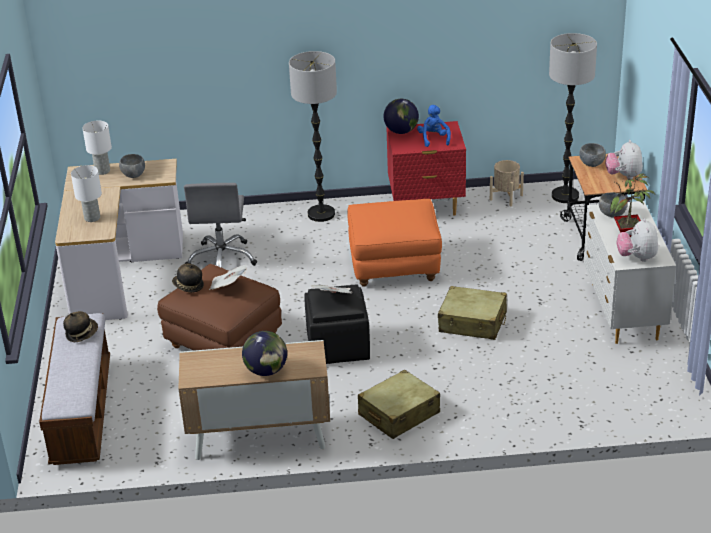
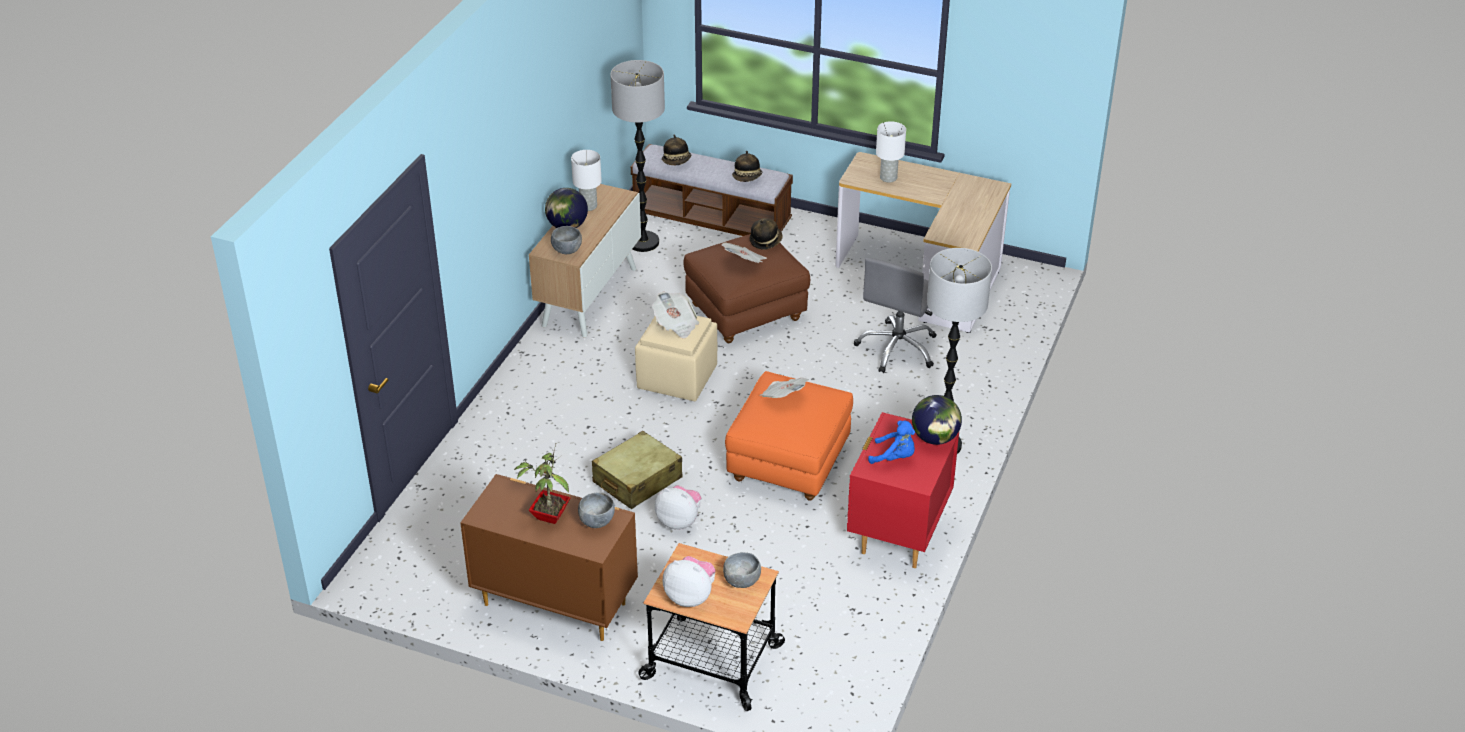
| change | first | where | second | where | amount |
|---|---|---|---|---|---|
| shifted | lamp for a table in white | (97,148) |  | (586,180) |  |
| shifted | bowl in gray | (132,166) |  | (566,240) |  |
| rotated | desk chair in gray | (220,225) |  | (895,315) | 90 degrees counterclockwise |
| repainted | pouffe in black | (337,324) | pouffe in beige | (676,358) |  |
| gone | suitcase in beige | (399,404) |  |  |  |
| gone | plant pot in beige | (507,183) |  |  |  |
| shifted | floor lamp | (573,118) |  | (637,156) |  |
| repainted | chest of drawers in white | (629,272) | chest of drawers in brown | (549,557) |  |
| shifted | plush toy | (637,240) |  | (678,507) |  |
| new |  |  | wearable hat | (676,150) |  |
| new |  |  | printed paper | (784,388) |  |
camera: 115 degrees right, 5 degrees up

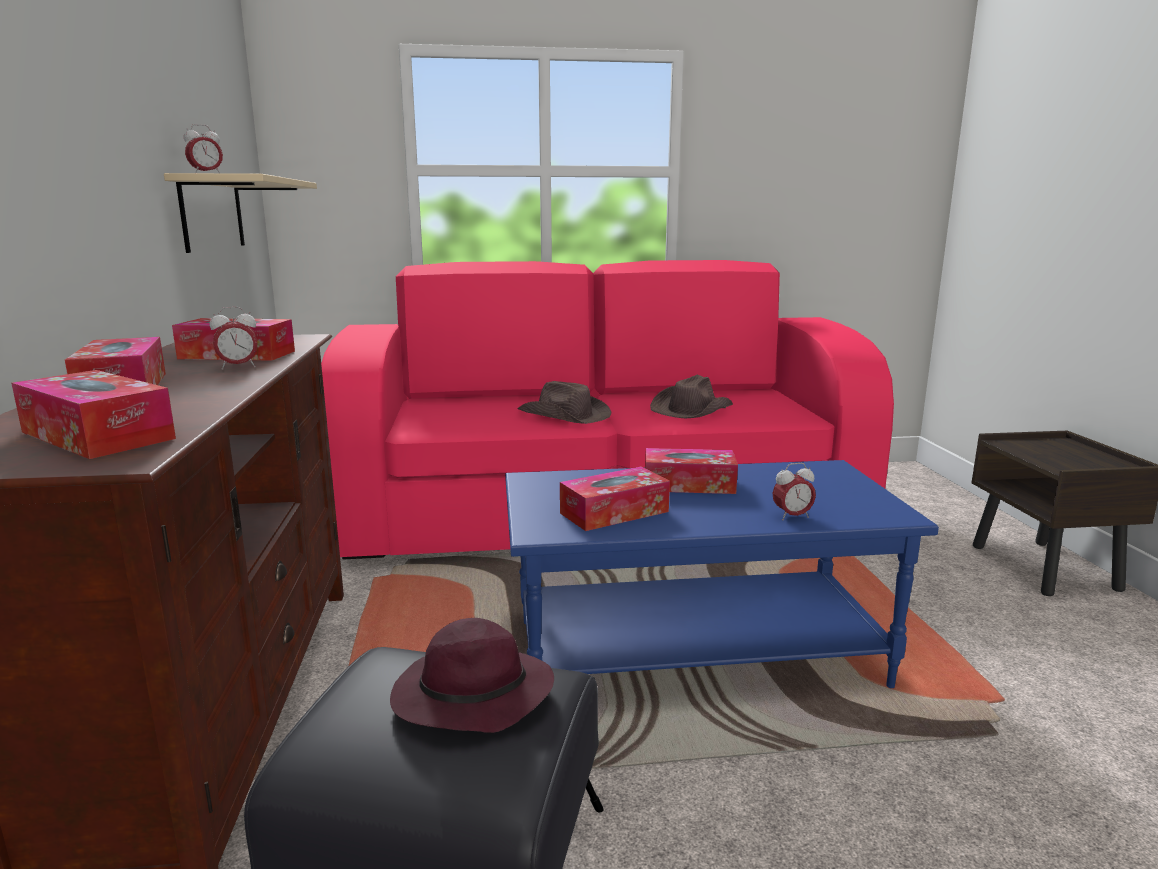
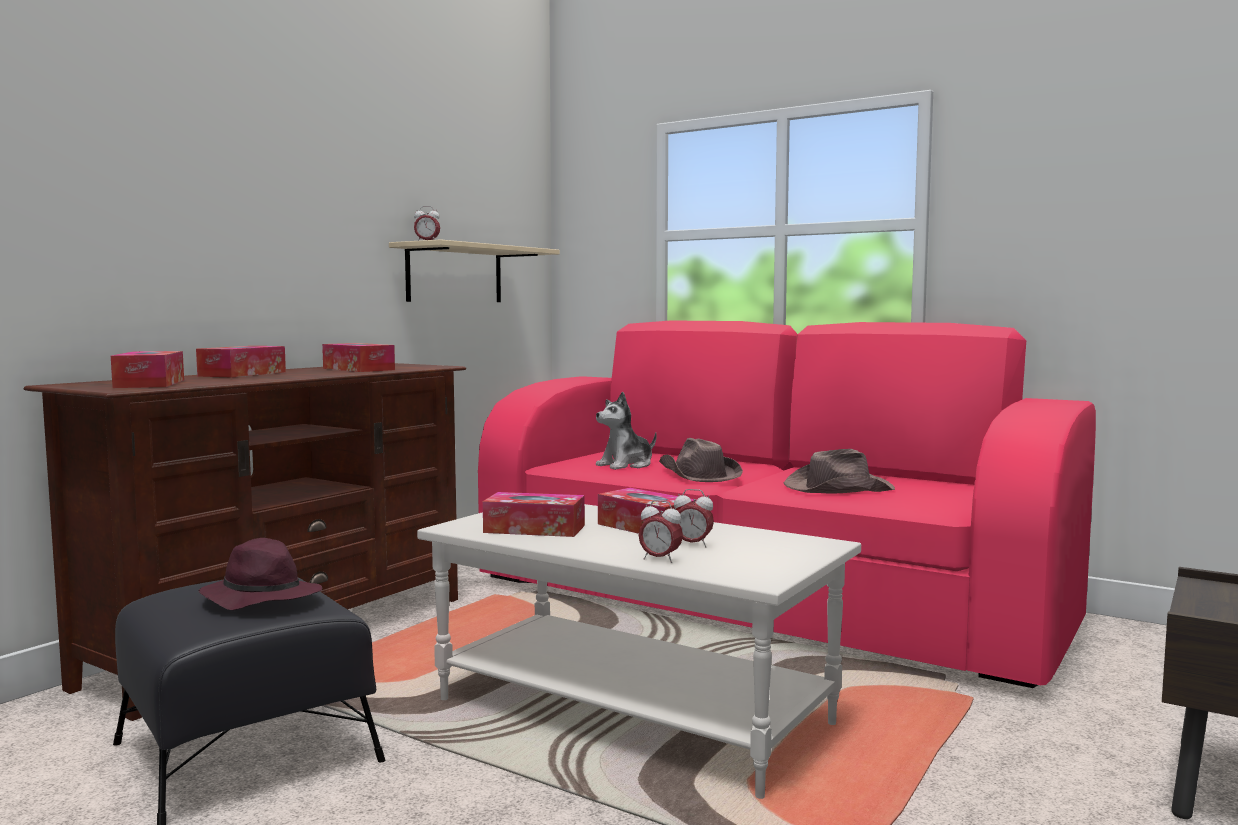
| change | first | where | second | where | amount |
|---|---|---|---|---|---|
| shifted | table clock | (234,338) |  | (694,518) |  |
| repainted | low table in blue-coloured | (722,574) | low table in white | (639,651) |  |
| new |  |  | plush toy | (626,431) |  |
camera: 40 degrees right, 10 degrees down

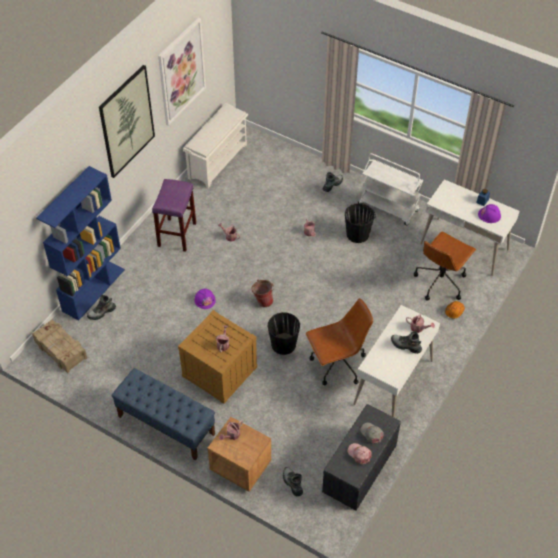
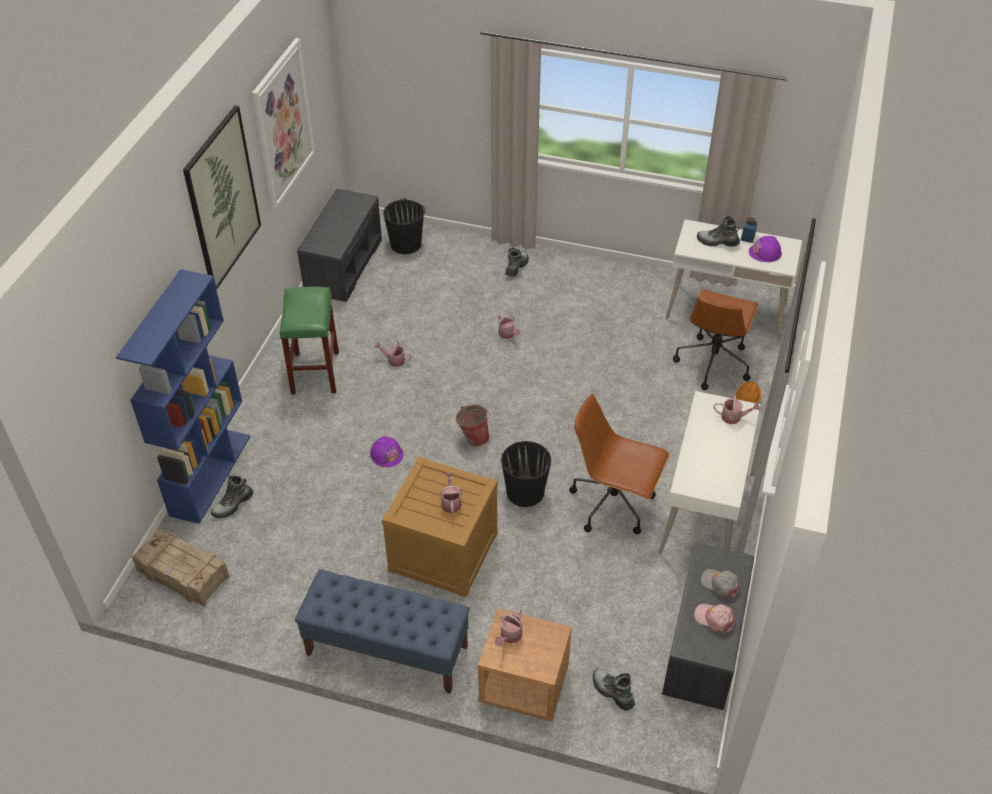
| change | first | where | second | where | amount |
|---|---|---|---|---|---|
| repainted | stool seat in purple | (174,215) | stool seat in greenish | (309,341) |  |
| swapped | shoe rack in white | (215,145) | bench in gray | (339,245) |  |
| rotated | desk chair in brown | (339,341) |  | (619,464) | 120 degrees counterclockwise |
| shifted | pail in black | (360,223) |  | (404,226) |  |
| gone | wheeled cart in white | (390,189) |  |  |  |
| shifted | high-top boot | (406,342) |  | (718,231) |  |
camera: 15 degrees left, 5 degrees down

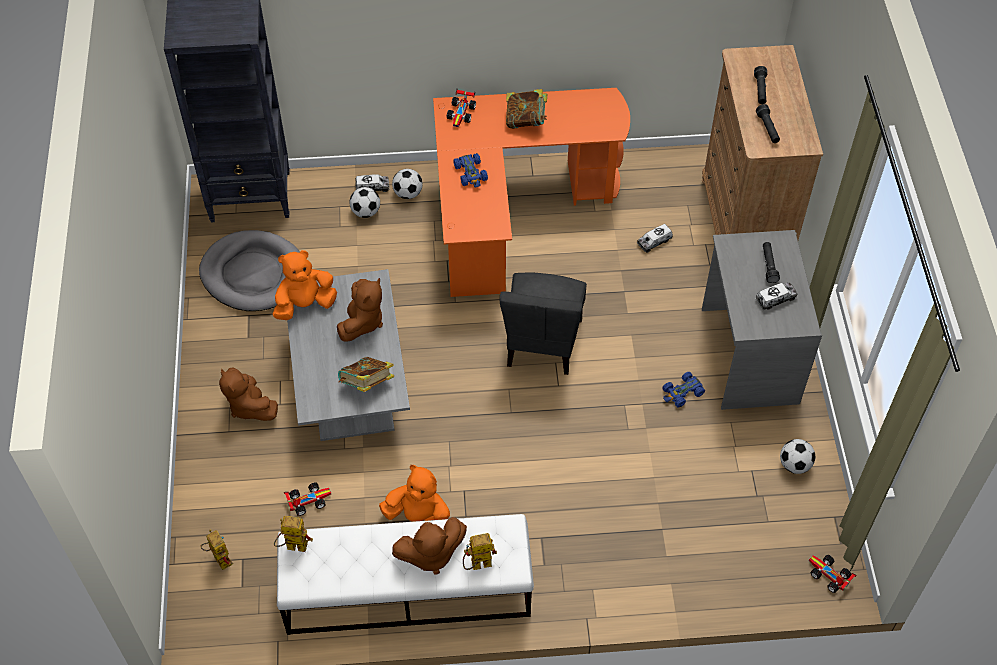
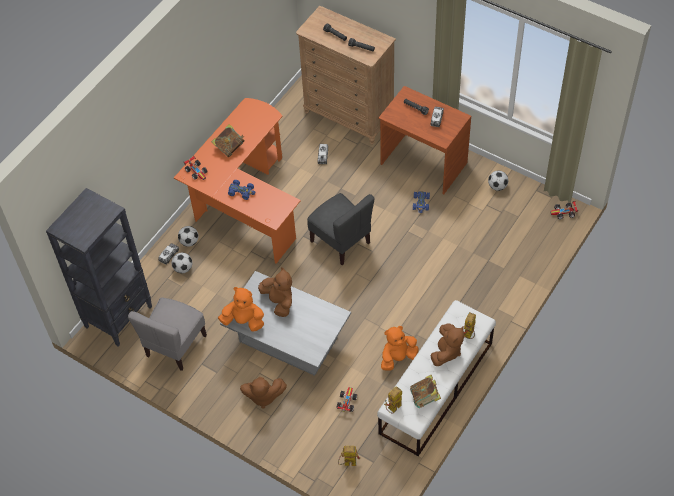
| change | first | where | second | where | amount |
|---|---|---|---|---|---|
| swapped | pet bed in gray | (249,270) | chair in gray | (167,334) |  |
| rotated | plush toy in orange | (305,285) |  | (241,309) | 90 degrees clockwise |
| shifted | volume | (366,374) |  | (425,391) |  |
| repainted | desk in gray | (762,320) | desk in brown | (424,140) |  |
camera: 50 degrees left, 0 degrees up

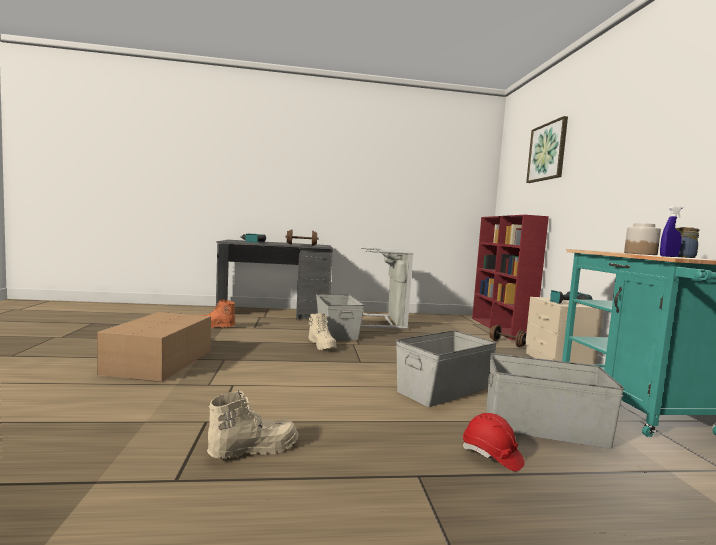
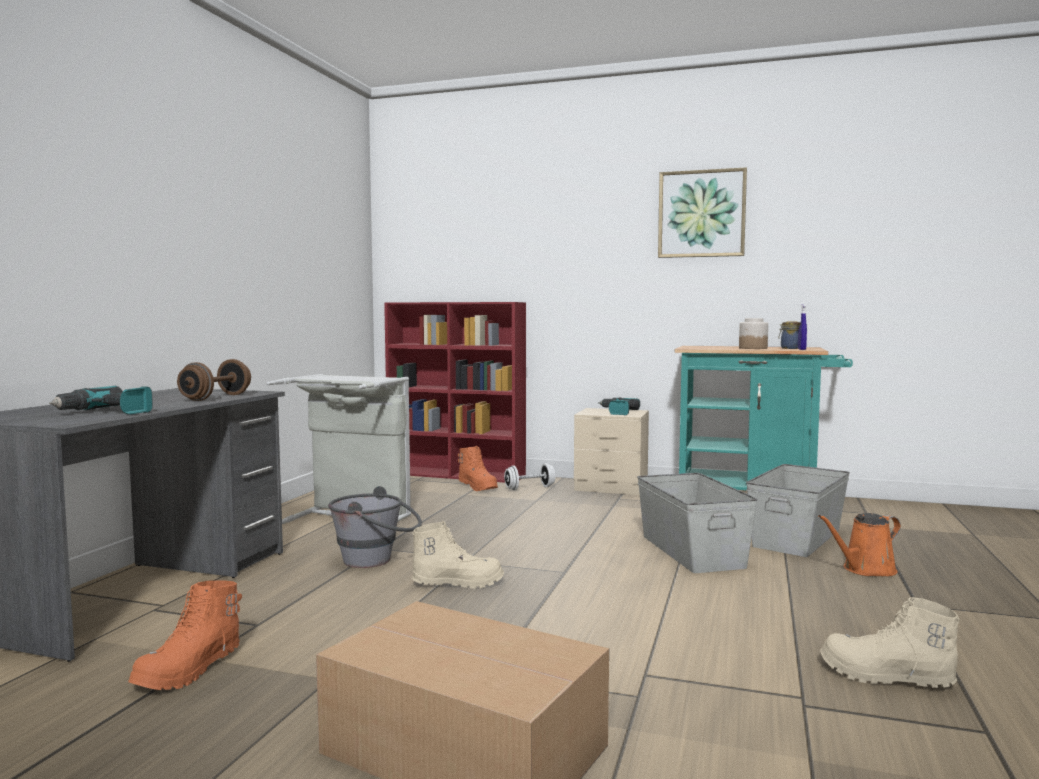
| change | first | where | second | where | amount |
|---|---|---|---|---|---|
| rotated | high-top boot in beige | (252,424) |  | (890,642) | 60 degrees counterclockwise |
| swapped | storage container in gray | (340,317) | pail in gray | (375,527) |  |
| swapped | safety helmet in red | (494,442) | watering can in orange | (859,544) |  |
| repainted | free weight in brown | (507,336) | free weight in white | (530,476) |  |
| shifted | wall art | (547,149) |  | (702,212) |  |
| new |  |  | high-top boot in orange | (478,468) |  |
camera: 65 degrees left, 0 degrees up

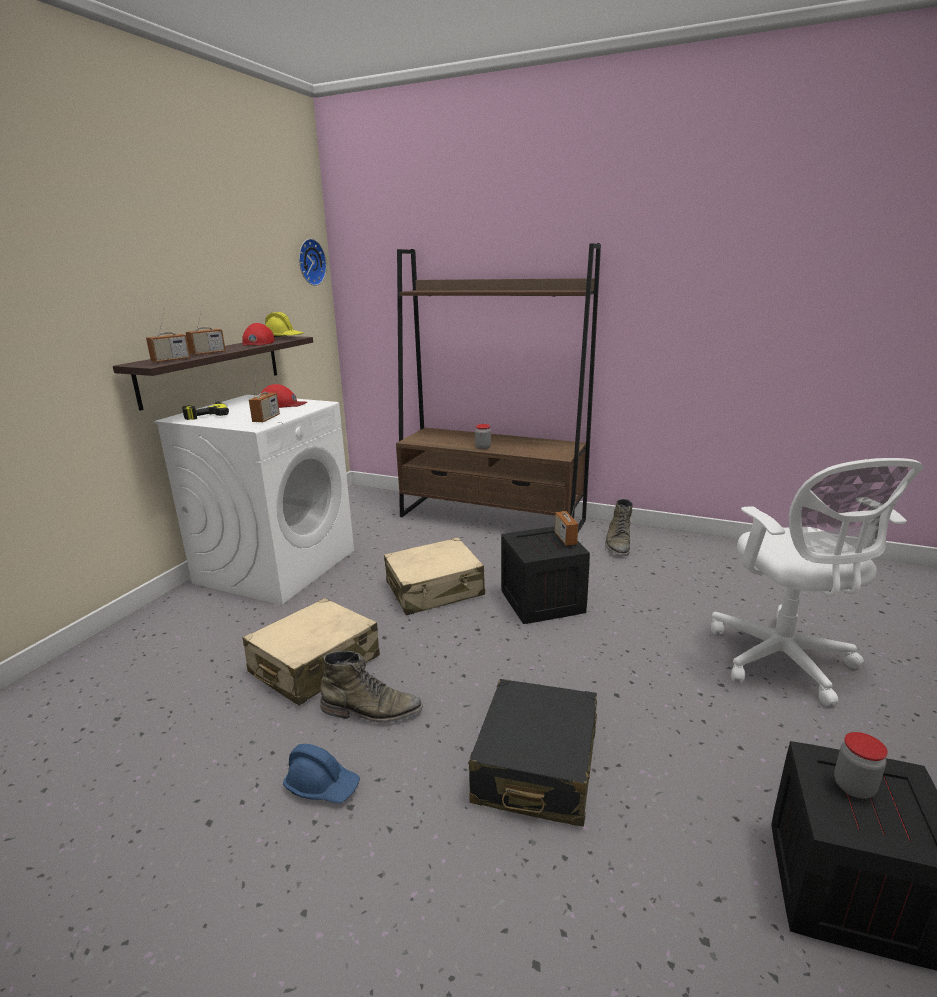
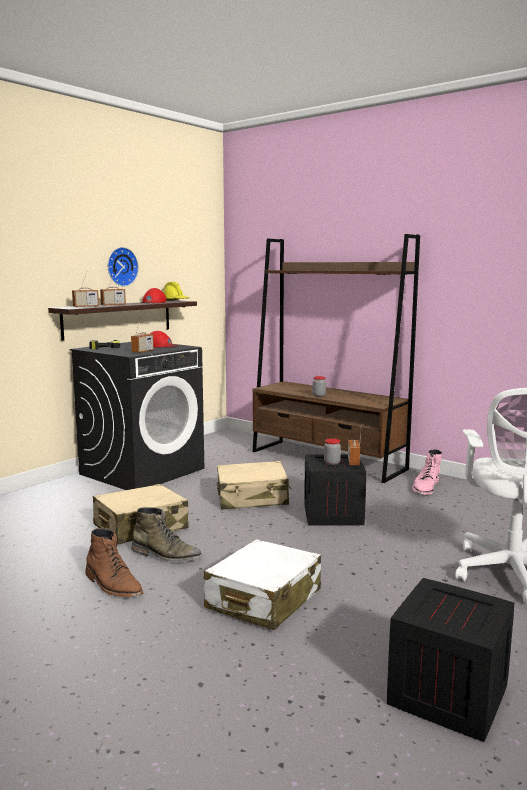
| change | first | where | second | where | amount |
|---|---|---|---|---|---|
| repainted | laundry machine in white | (254,500) | laundry machine in black | (137,416) |  |
| swapped | safety helmet in blue-coloured | (321,773) | high-top boot in brown | (114,562) |  |
| shifted | wall clock | (313,262) |  | (123,267) |  |
| repainted | suitcase in black | (533,753) | suitcase in white | (262,584) |  |
| repainted | high-top boot in greenish | (619,527) | high-top boot in pinkish | (427,472) |  |
| shifted | preserve jar | (861,765) |  | (332,451) |  |
camera: 15 degrees right, 10 degrees down

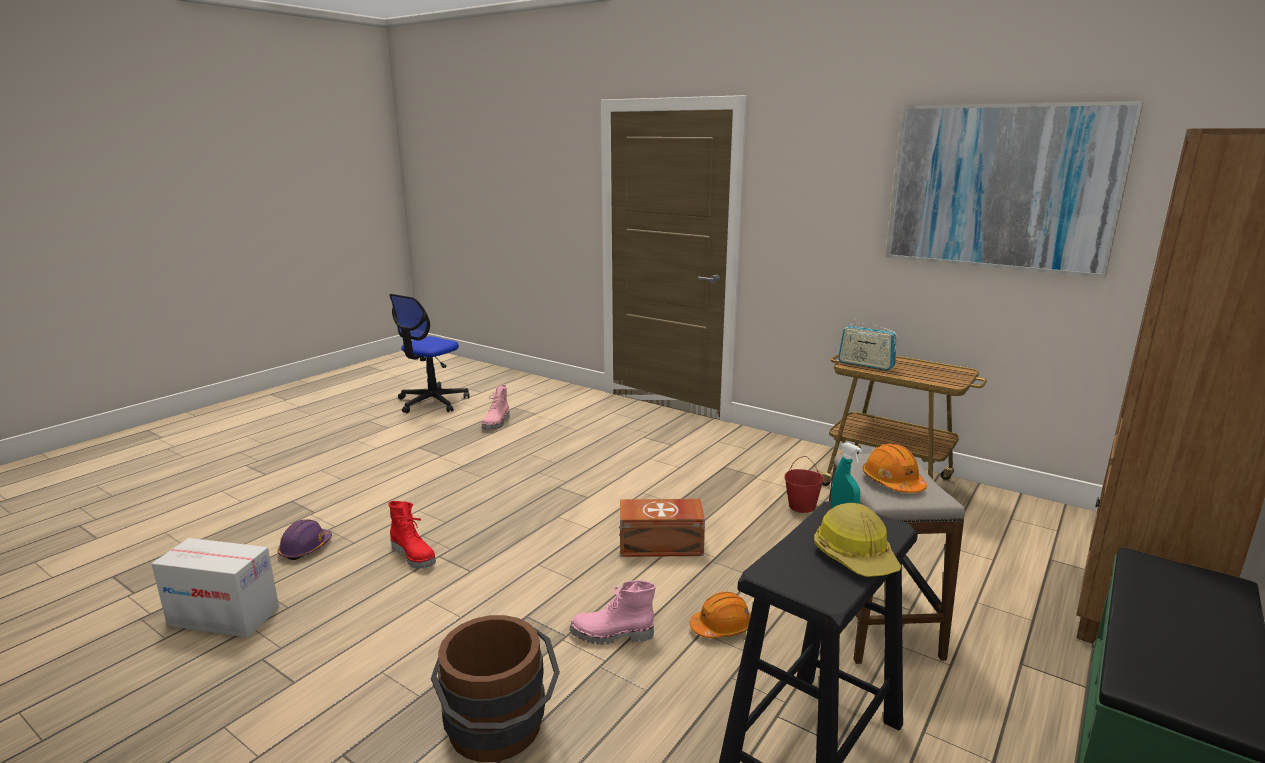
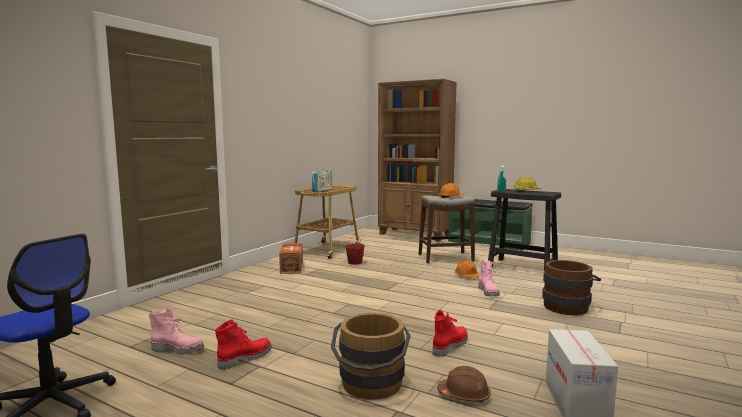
| change | first | where | second | where | amount |
|---|---|---|---|---|---|
| repainted | safety helmet in purple | (305,539) | safety helmet in brown | (464,384) |  |
| shifted | storage container in brown | (662,528) |  | (291,258) |  |
| gone | wall art | (1014,189) |  |  |  |
| new |  |  | high-top boot in red | (243,344) |  |
| new |  |  | pail in brown | (370,356) |  |
camera: 95 degrees left, 10 degrees down

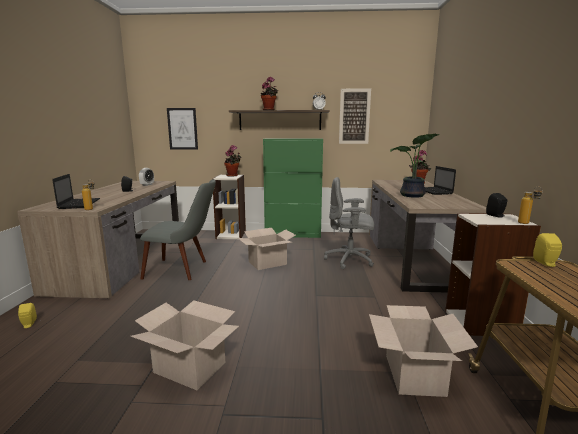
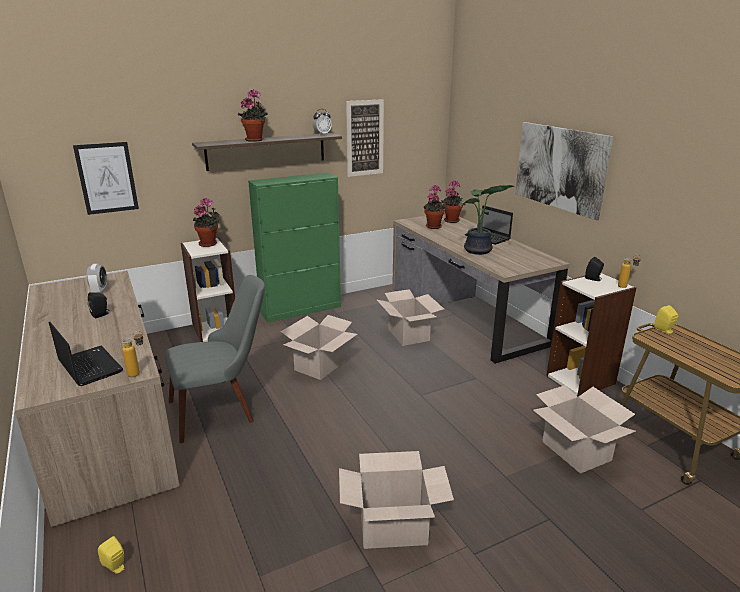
| change | first | where | second | where | amount |
|---|---|---|---|---|---|
| swapped | desk chair in gray | (349,223) | packing box | (410,317) |  |
| new |  |  | houseplant | (435,207) |  |
| new |  |  | wall art | (564,171) |  |
camera: 30 degrees left, 10 degrees up

